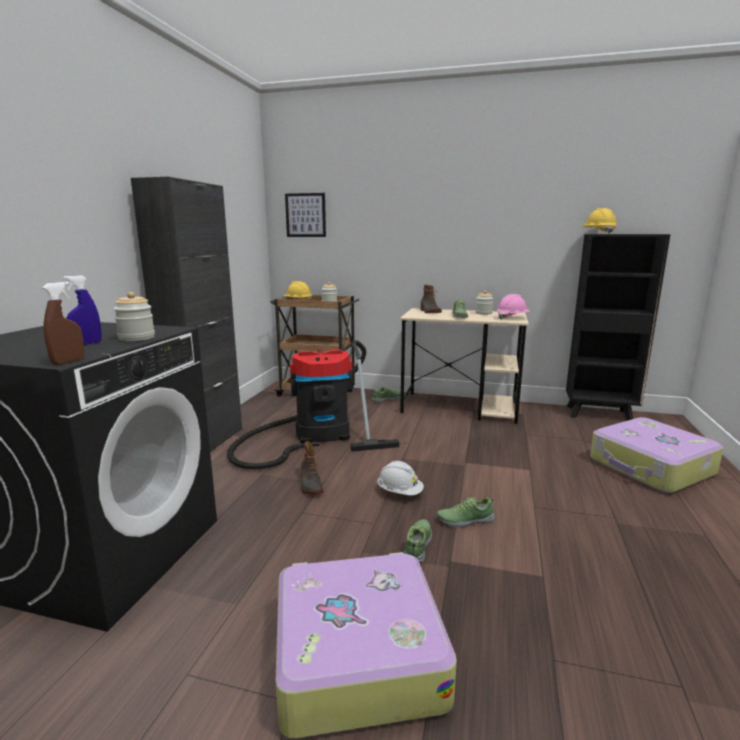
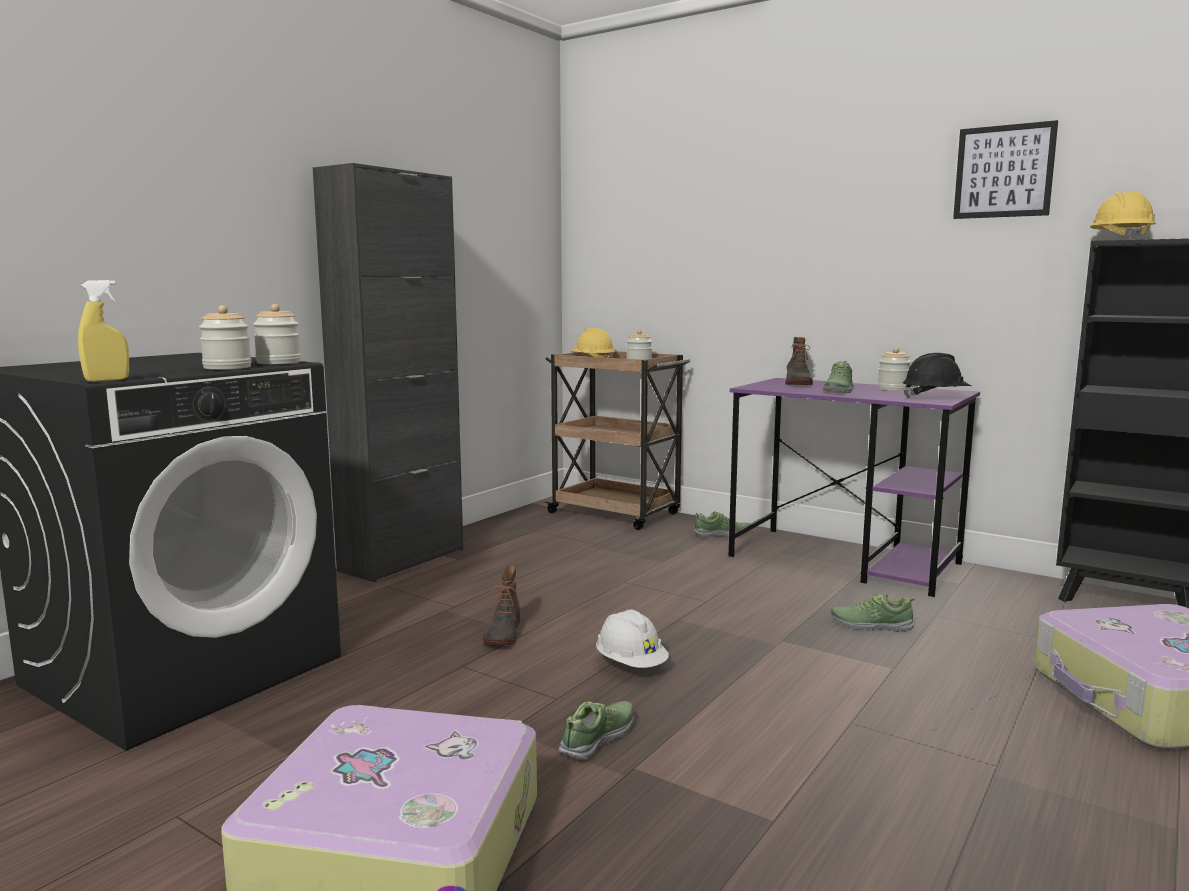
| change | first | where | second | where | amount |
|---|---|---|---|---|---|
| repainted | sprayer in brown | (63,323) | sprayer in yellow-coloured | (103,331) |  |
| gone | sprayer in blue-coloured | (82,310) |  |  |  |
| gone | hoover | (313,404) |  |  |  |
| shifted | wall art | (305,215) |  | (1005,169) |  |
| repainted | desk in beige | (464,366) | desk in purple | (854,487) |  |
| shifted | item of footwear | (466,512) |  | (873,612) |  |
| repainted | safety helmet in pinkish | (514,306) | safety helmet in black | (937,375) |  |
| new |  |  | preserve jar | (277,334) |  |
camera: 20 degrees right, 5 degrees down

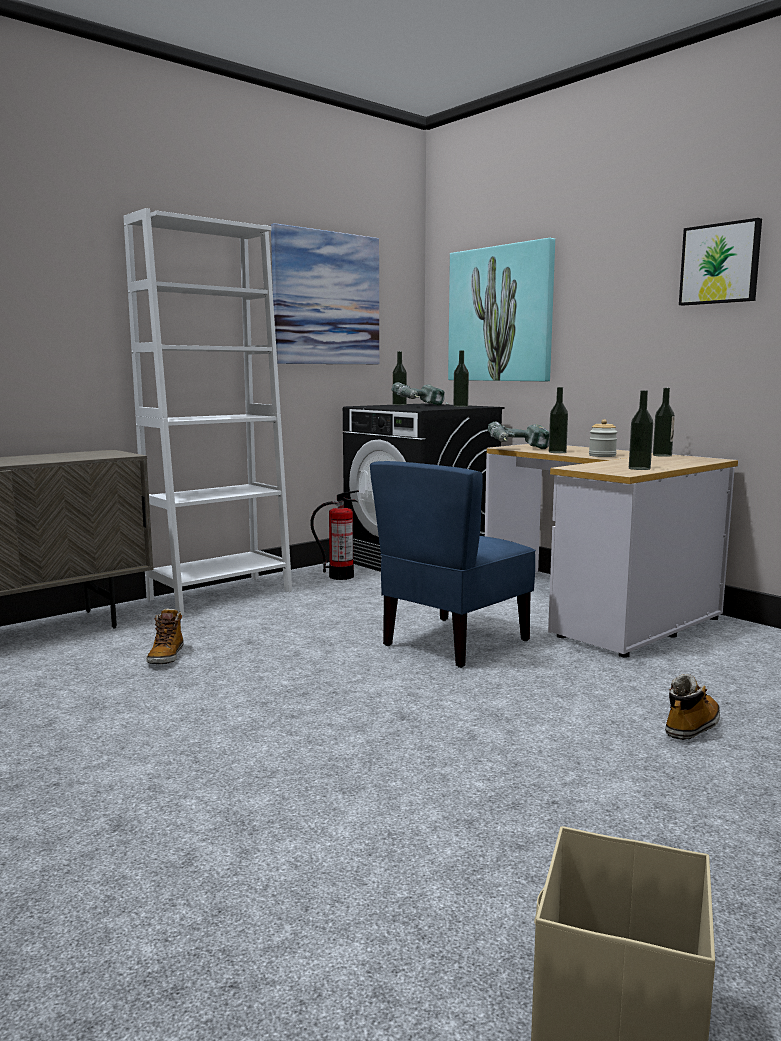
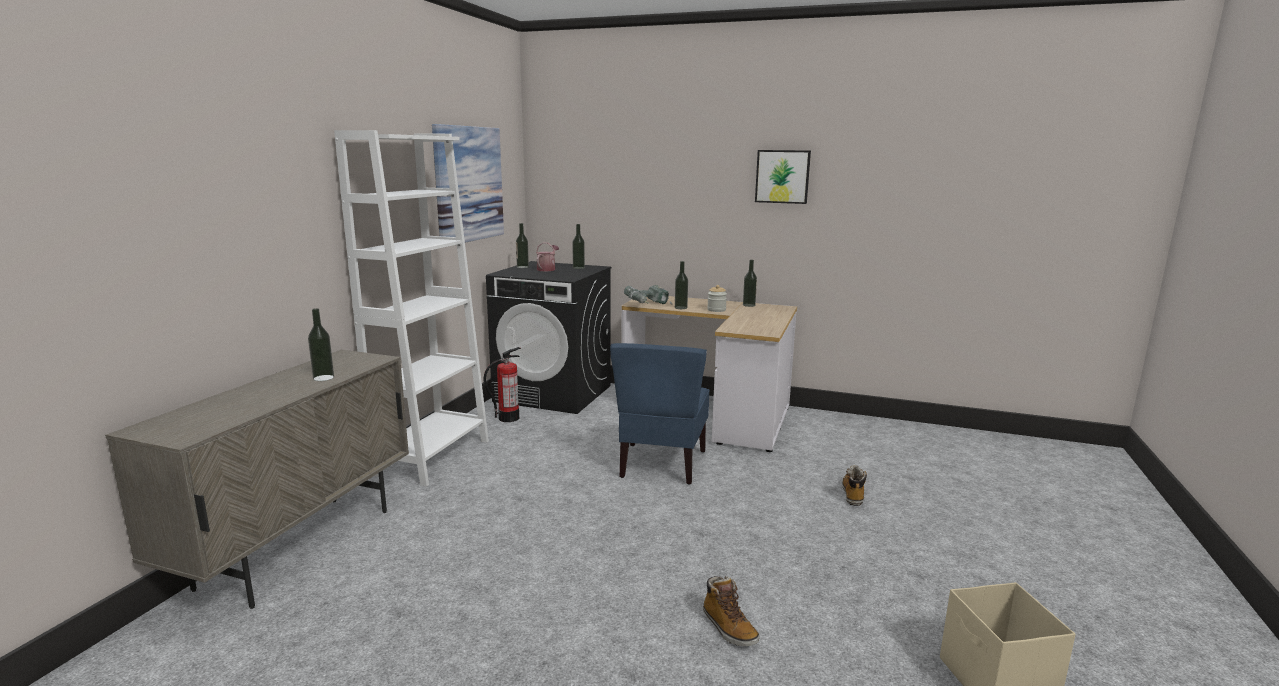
| change | first | where | second | where | amount |
|---|---|---|---|---|---|
| shifted | high-top boot | (165,636) |  | (731,611) |  |
| swapped | drill | (420,394) | watering can | (547,256) |  |
| gone | wall art | (501,310) |  |  |  |
| shifted | bottle | (641,430) |  | (321,344) |  |
camera: 30 degrees left, 5 degrees up

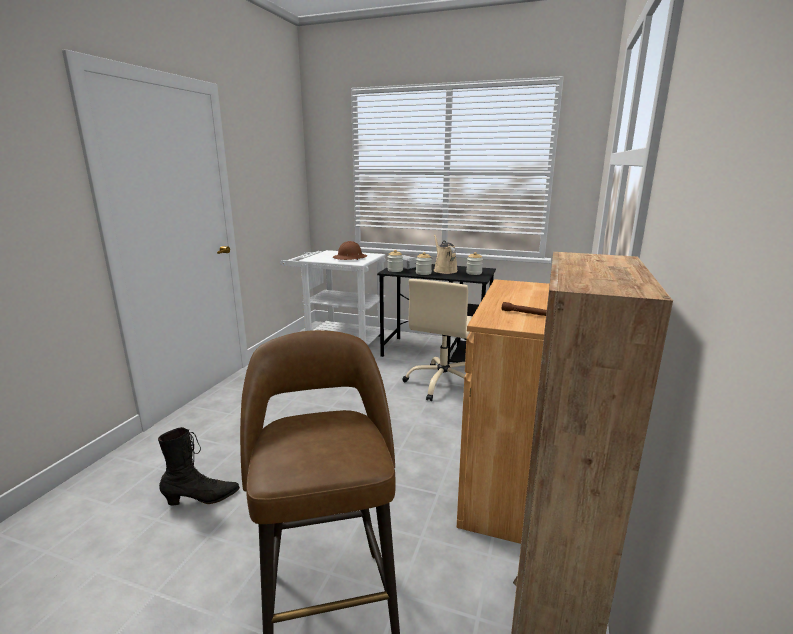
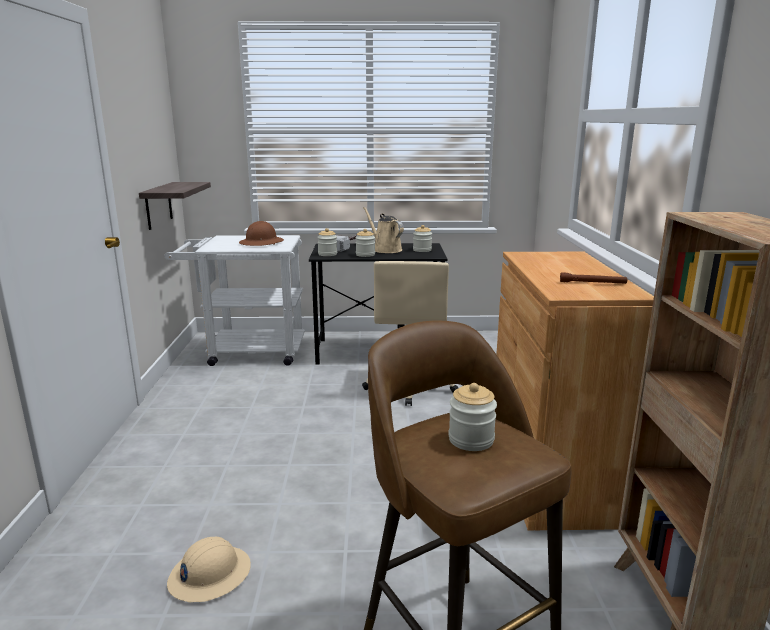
| change | first | where | second | where | amount |
|---|---|---|---|---|---|
| swapped | high-top boot in black | (199,466) | safety helmet in beige | (209,569) |  |
| new |  |  | wall shelf | (175,206) |  |
| new |  |  | preserve jar | (472,417) |  |
camera: 20 degrees left, 0 degrees up

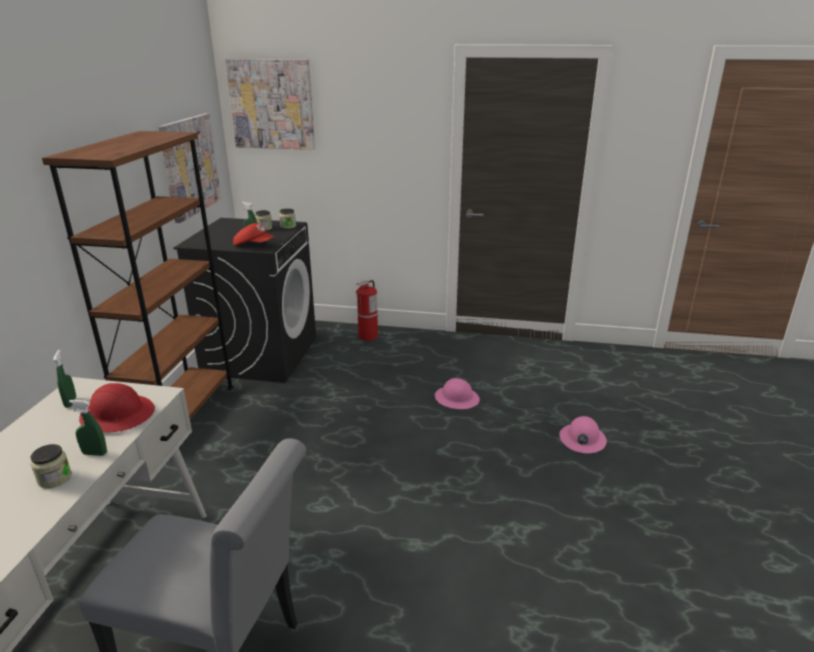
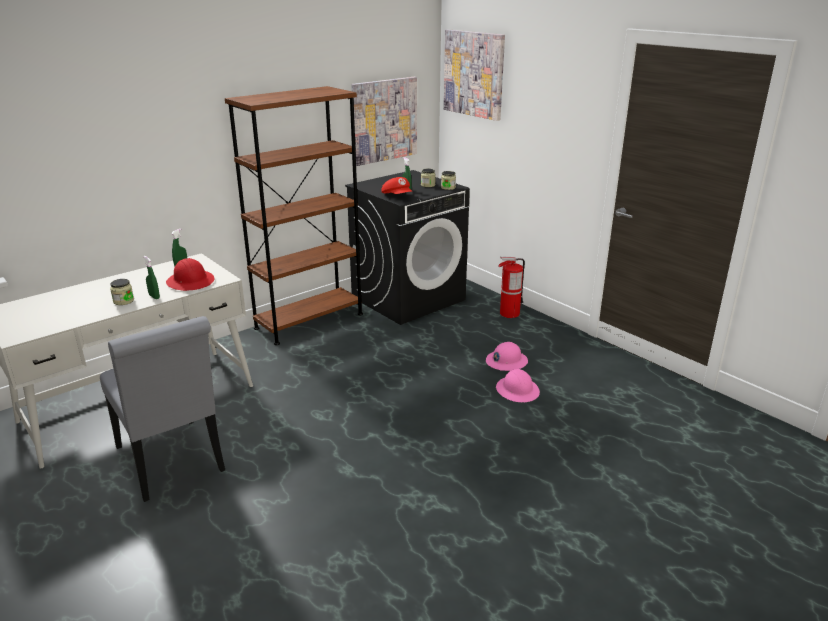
| change | first | where | second | where | amount |
|---|---|---|---|---|---|
| shifted | safety helmet in pinkish | (583,434) |  | (507,356) |  |
camera: 40 degrees right, 0 degrees up

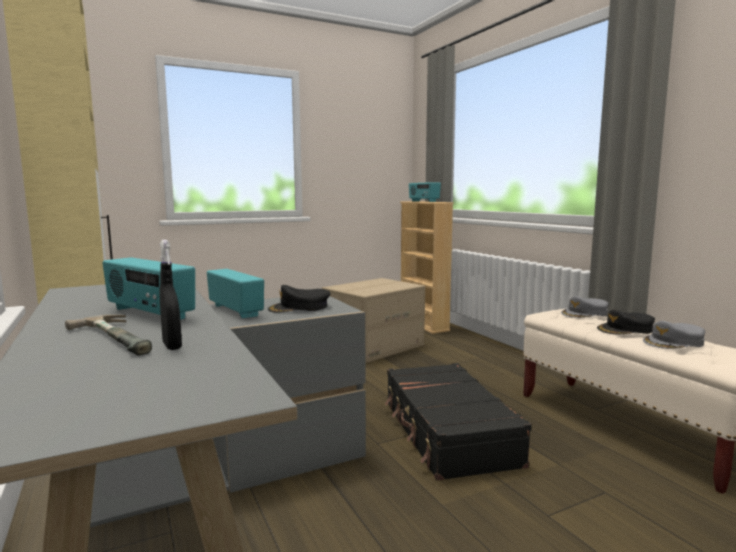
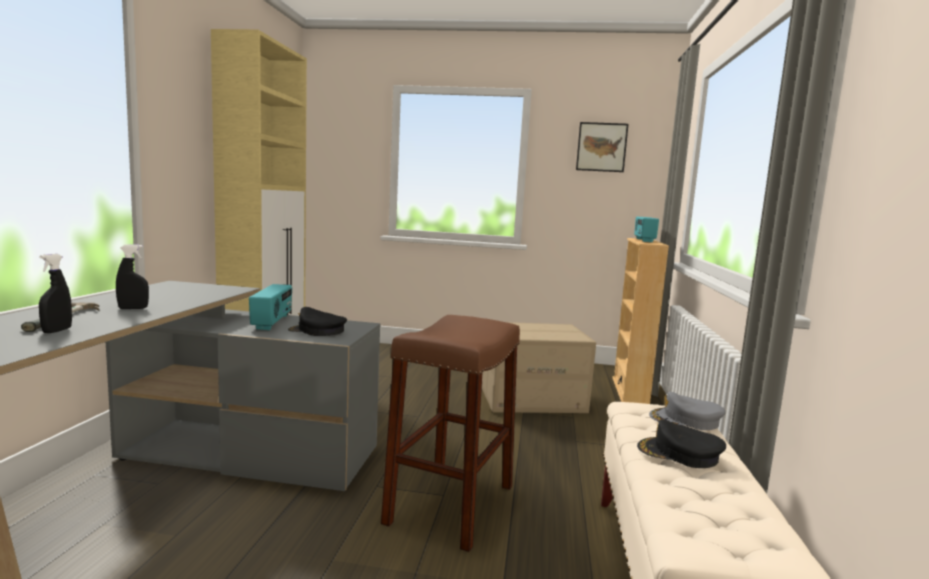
| change | first | where | second | where | amount |
|---|---|---|---|---|---|
| swapped | radio | (148,288) | sprayer in black | (132,277) |  |
| swapped | suitcase in black | (458,422) | stool seat in brown | (450,433) |  |
| gone | cap in gray | (674,335) |  |  |  |
| new |  |  | wall art | (602,147) |  |
camera: 35 degrees right, 0 degrees up

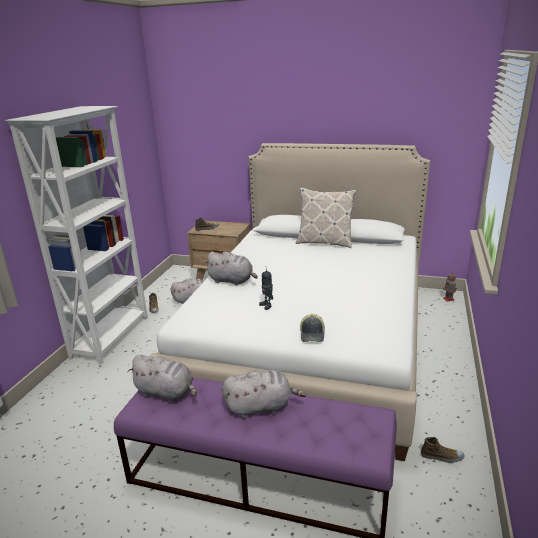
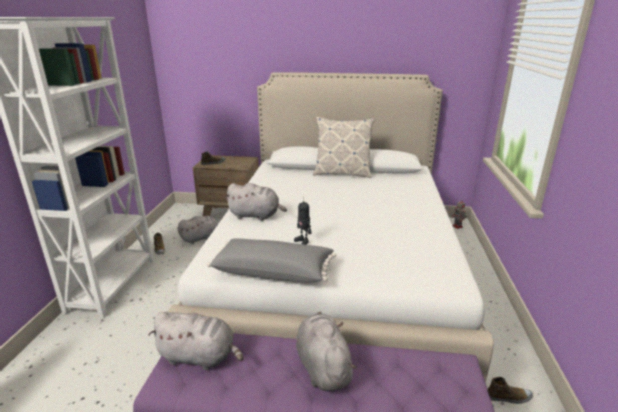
| change | first | where | second | where | amount |
|---|---|---|---|---|---|
| rotated | plush toy in gray | (264,394) |  | (326,351) | 90 degrees counterclockwise |
| gone | cap | (312,328) |  |  |  |
| new |  |  | cushion in gray | (271,260) |  |
camera: 10 degrees left, 0 degrees up

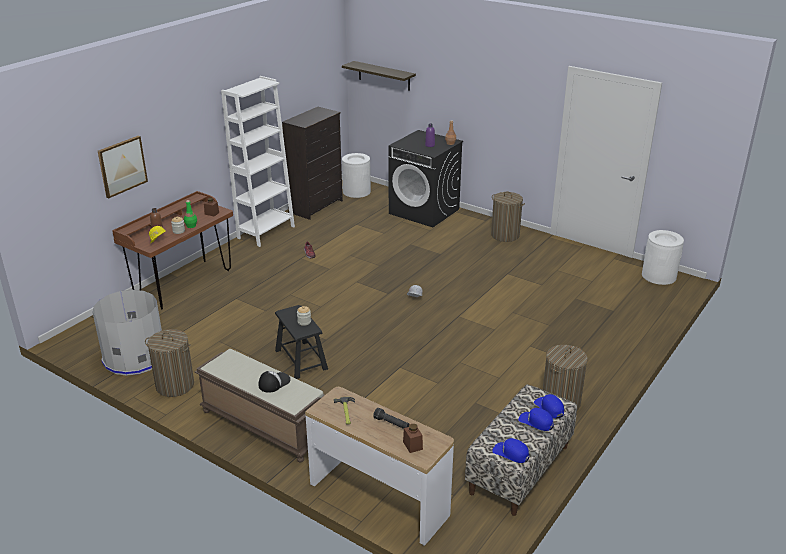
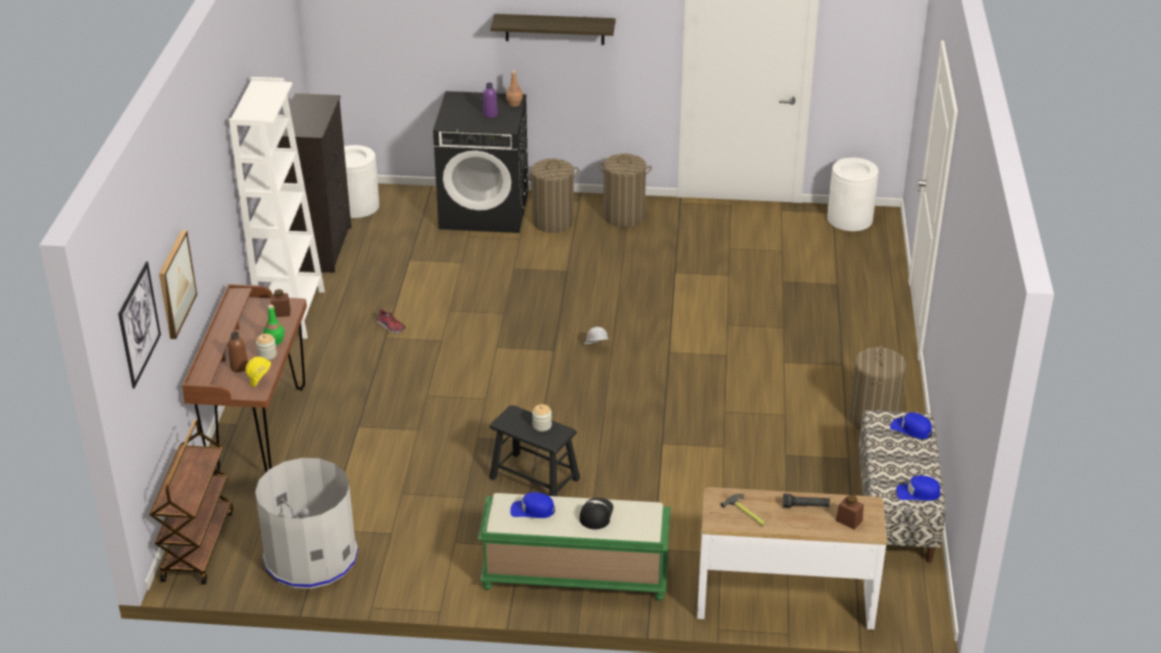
| change | first | where | second | where | amount |
|---|---|---|---|---|---|
| shifted | washing basket | (169,363) |  | (552,196) |  |
| repainted | bench in brown | (260,406) | bench in greenish | (574,547) |  |
| shifted | wall shelf | (379,76) |  | (553,29) |  |
| shifted | cap in blue-coloured | (536,419) |  | (532,505) |  |
| new |  |  | wall art | (139,325) |  |
| new |  |  | wheeled cart in brown | (191,502) |  |
camera: 30 degrees left, 5 degrees up

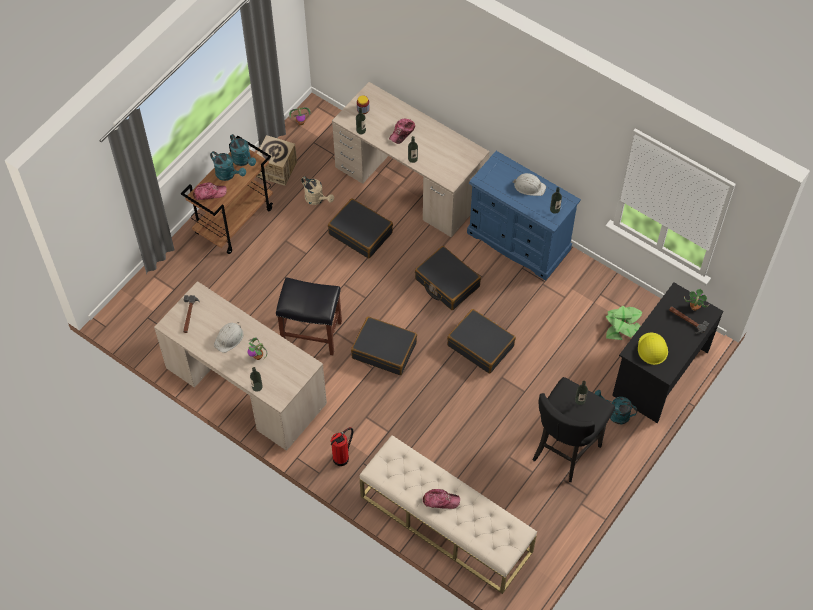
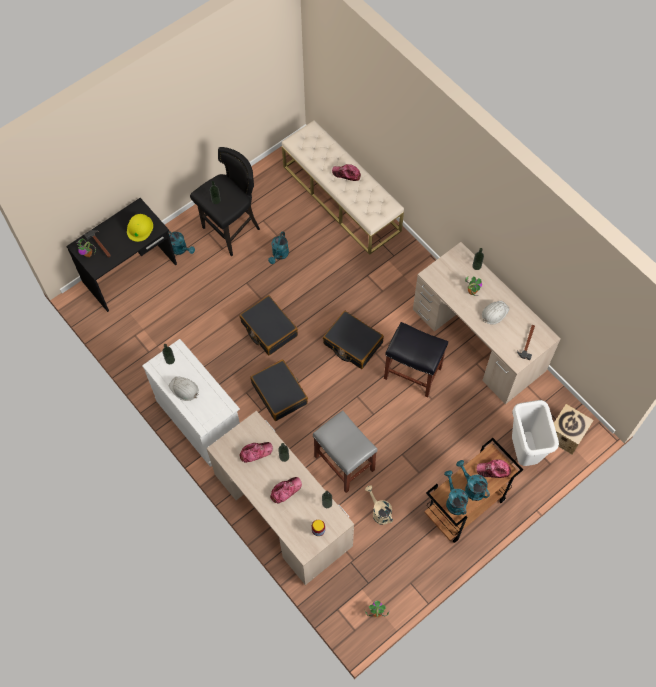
| change | first | where | second | where | amount |
|---|---|---|---|---|---|
| shifted | packing box | (277,160) |  | (574,429) |  |
| swapped | suitcase in black | (360,228) | stool seat in gray | (345,451) |  |
| gone | extinguisher | (341,446) |  |  |  |
| repainted | chest of drawers in blue-coloured | (524,216) | chest of drawers in white | (191,403) |  |
| gone | houseplant | (624,323) |  |  |  |
| new |  |  | cap | (256,452) |  |
| new |  |  | watering can in blue-green | (278,247) |  |
| new |  |  | trash can in white | (535,433) |  |
camera: 165 degrees left, 5 degrees up

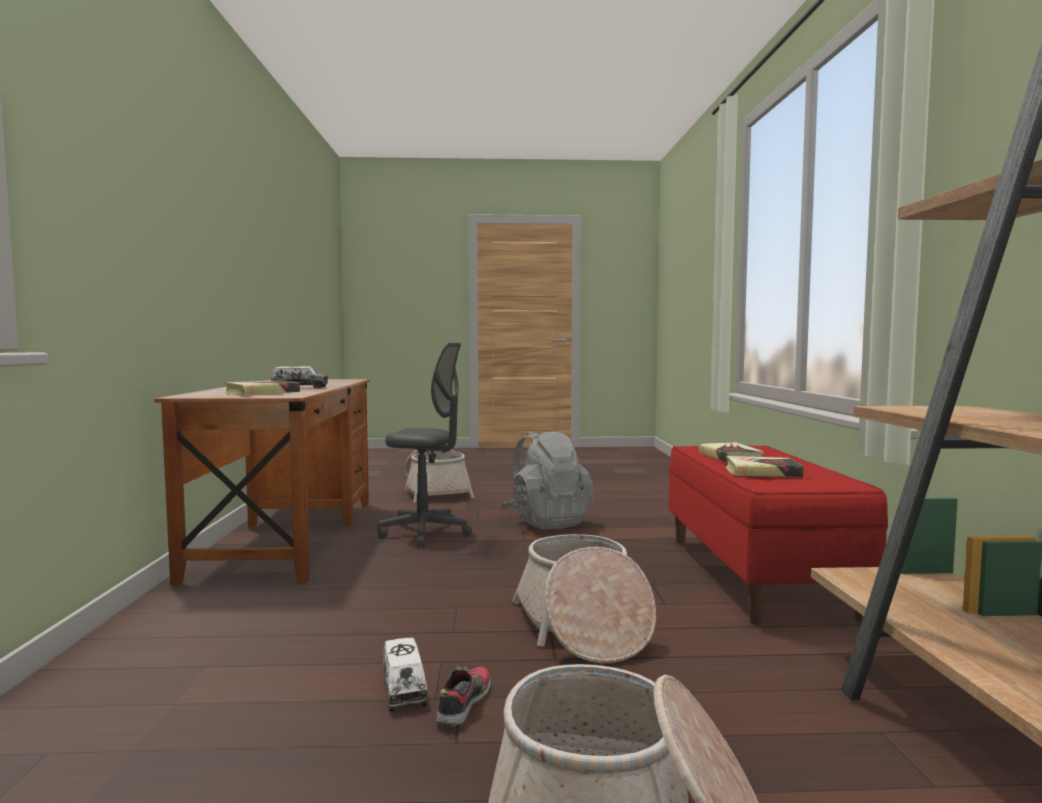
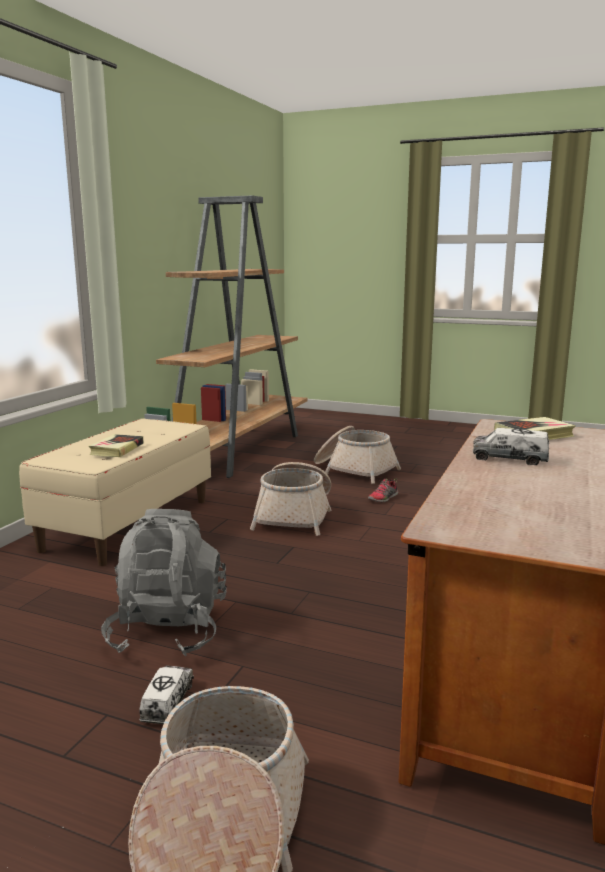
| change | first | where | second | where | amount |
|---|---|---|---|---|---|
| gone | desk chair in gray | (424,445) |  |  |  |
| shifted | toy truck | (405,674) |  | (166,695) |  |
| repainted | bench in red | (778,535) | bench in beige | (115,492) |  |
| gone | volume | (765,466) |  |  |  |
camera: 155 degrees left, 10 degrees up

